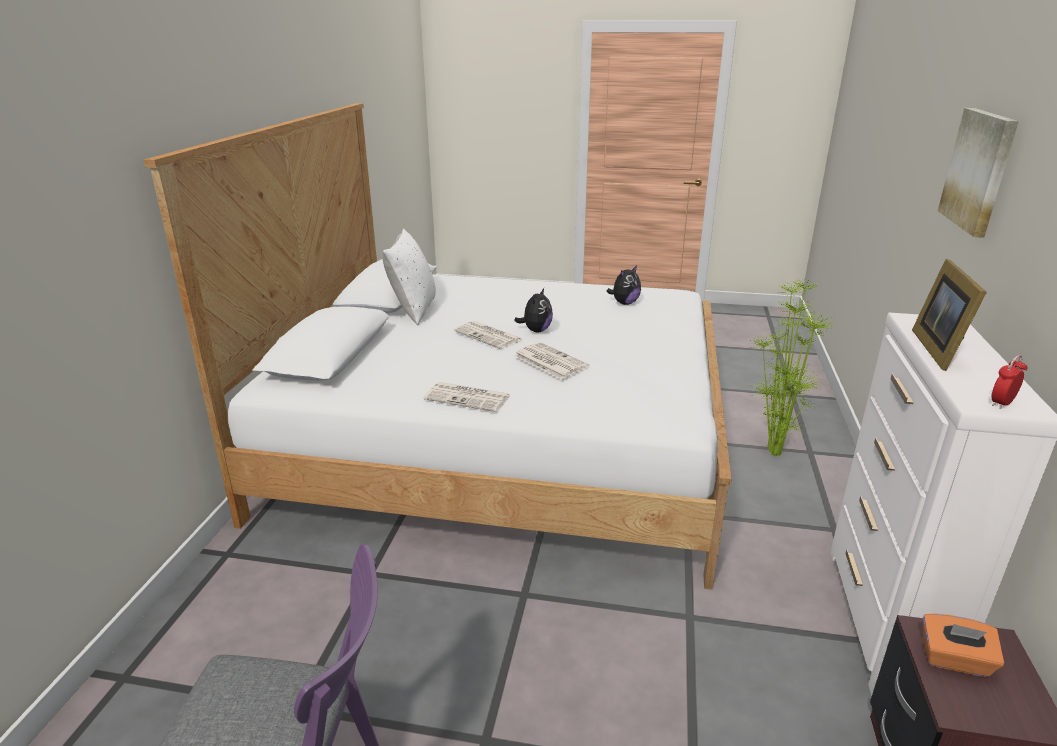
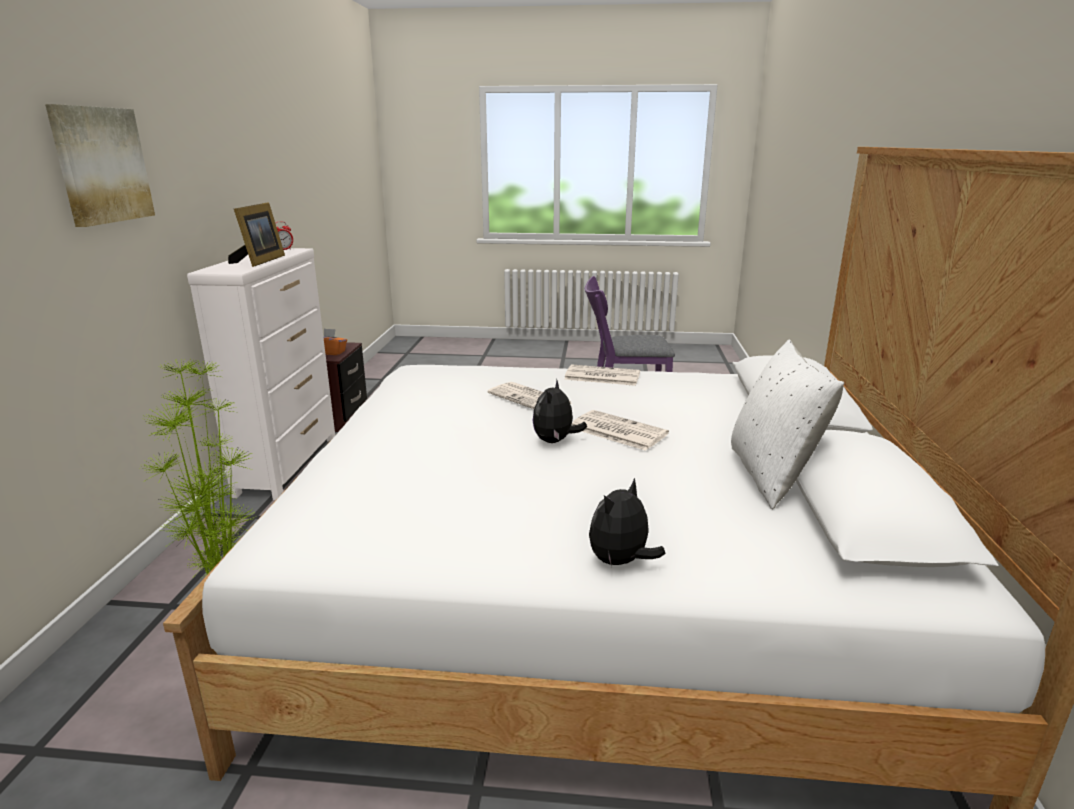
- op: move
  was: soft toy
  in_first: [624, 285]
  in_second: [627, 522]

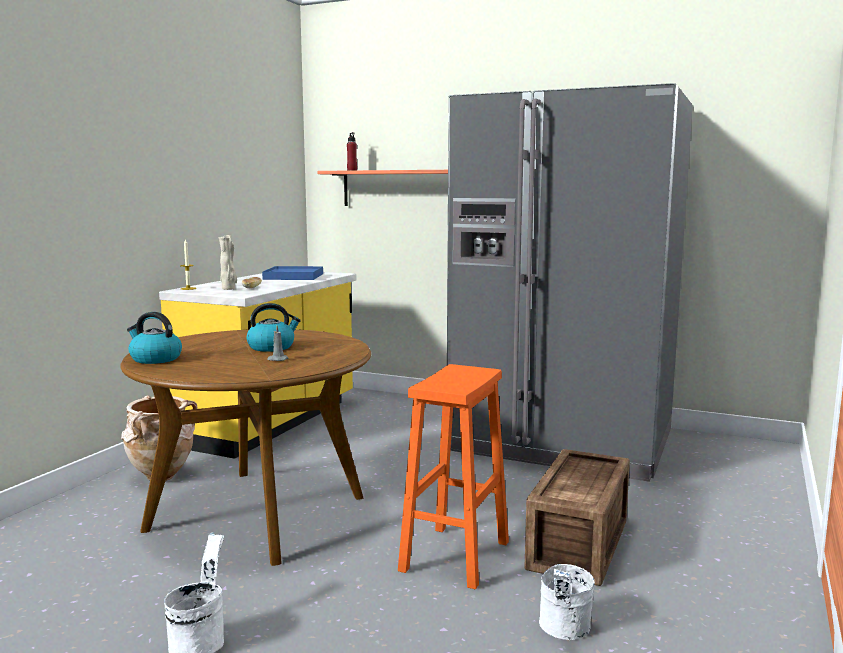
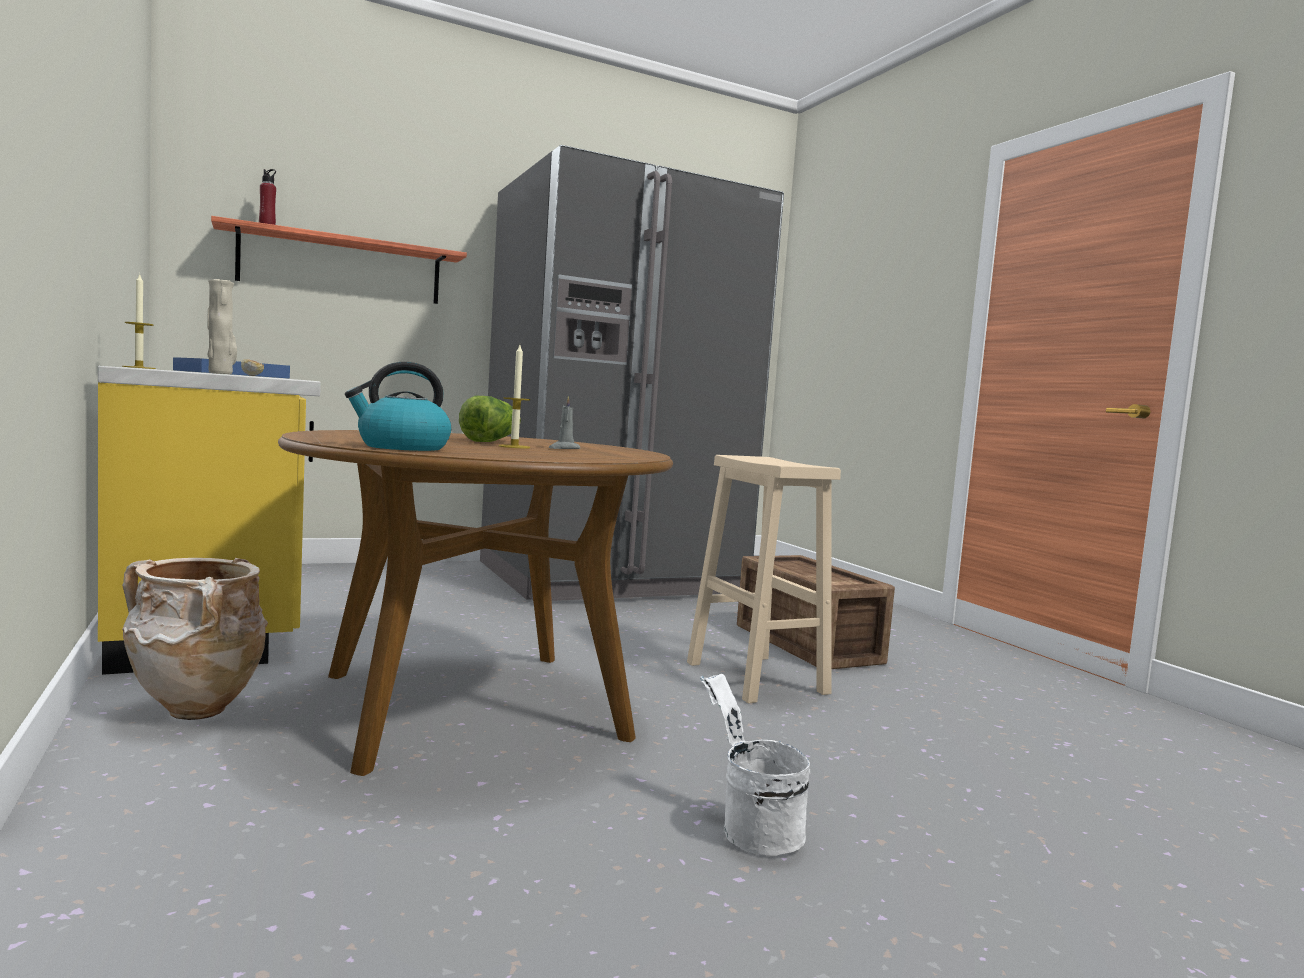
- op: replace
  was: kettle
  now: lettuce
  in_first: [274, 327]
  in_second: [490, 419]
- op: recolor
  was: orangey stool
  now: beige stool
  in_first: [453, 477]
  in_second: [764, 579]
- op: delete
  was: whitish bucket
  in_first: [567, 602]
- op: insert
  now: wax candle
  in_second: [514, 396]

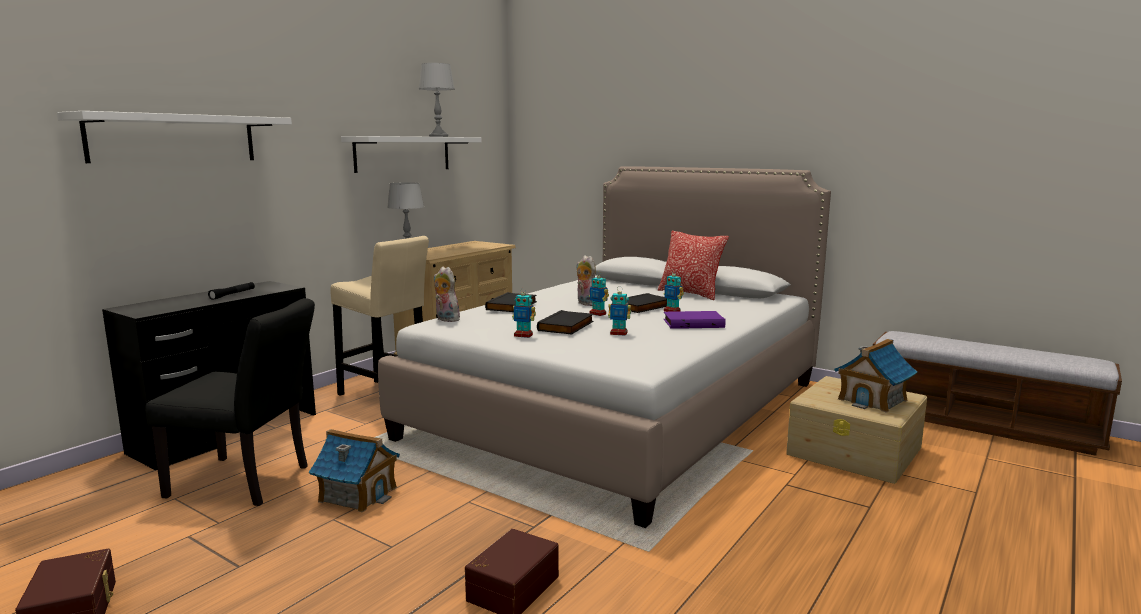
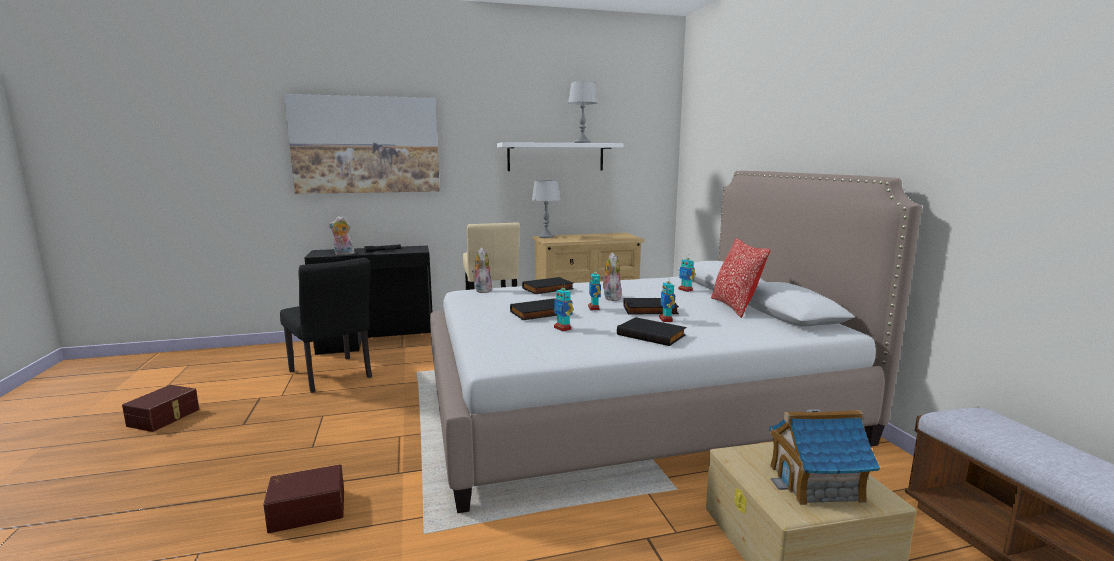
- op: replace
  was: whitish wall shelf
  now: wall picture
  in_first: [174, 137]
  in_second: [362, 144]
- op: delete
  was: miniature house
  in_first: [354, 471]
- op: move
  was: robot figure
  in_first: [524, 313]
  in_second: [687, 273]
- op: recolor
  was: purplish volume
  now: black volume
  in_first: [695, 320]
  in_second: [651, 331]
- op: insert
  now: soft toy
  in_second: [342, 235]

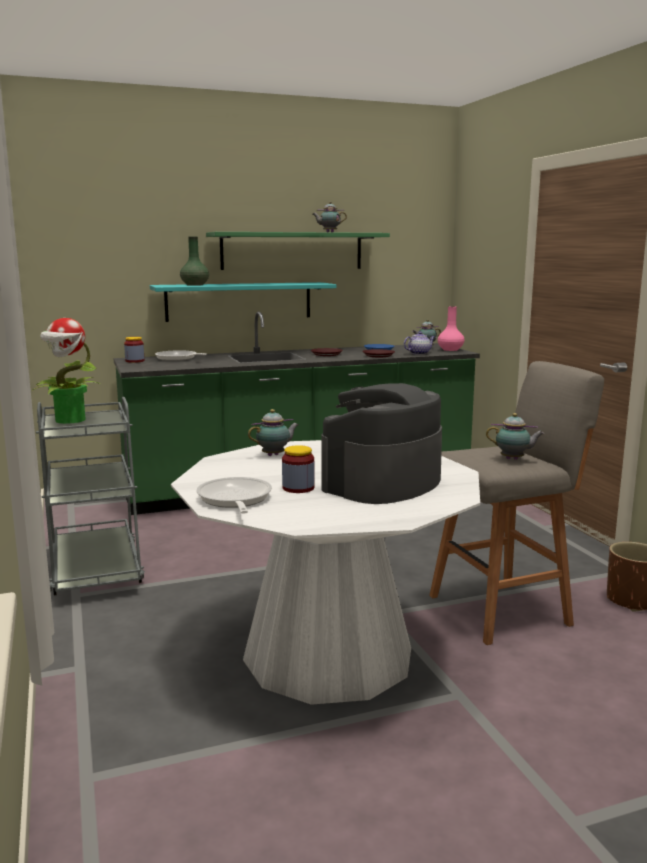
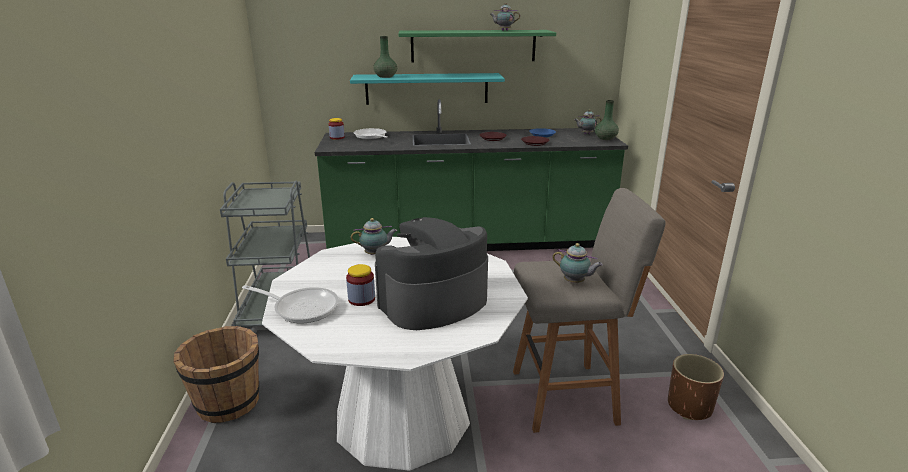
- op: delete
  was: plant in a pot
  in_first: [66, 371]
- op: rotate
  was: pan
  in_first: [234, 495]
  in_second: [290, 304]
  clockwise: 105
- op: delete
  was: pot for tea
  in_first: [419, 343]
- op: recolor
  was: pink-coloured decorative vase
  now: green decorative vase
  in_first: [451, 328]
  in_second: [607, 120]
- op: insert
  now: brownish bucket
  in_second: [216, 374]

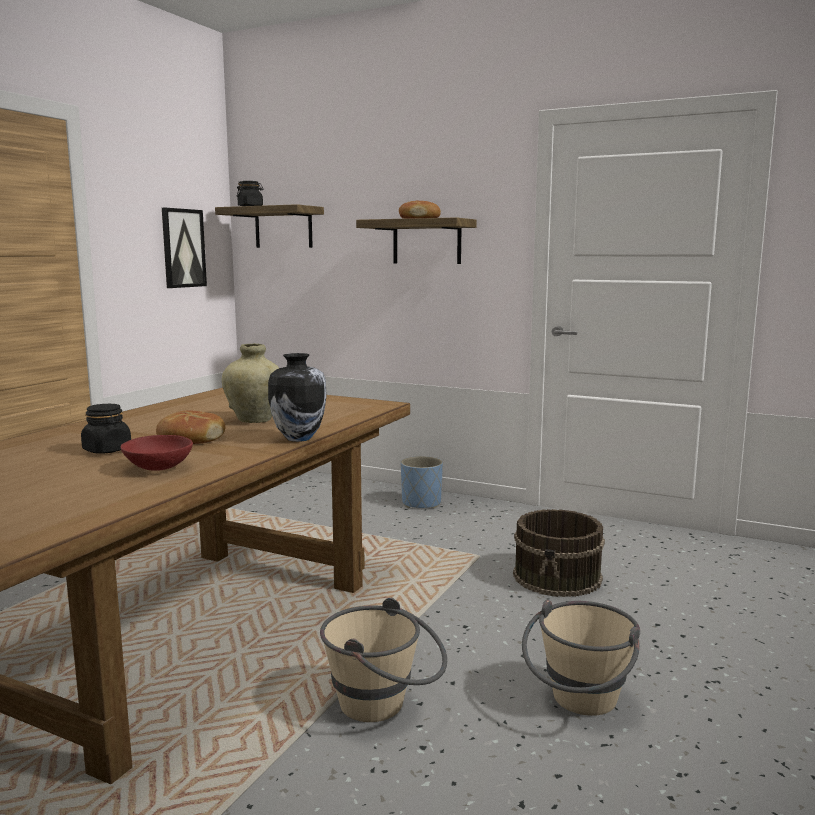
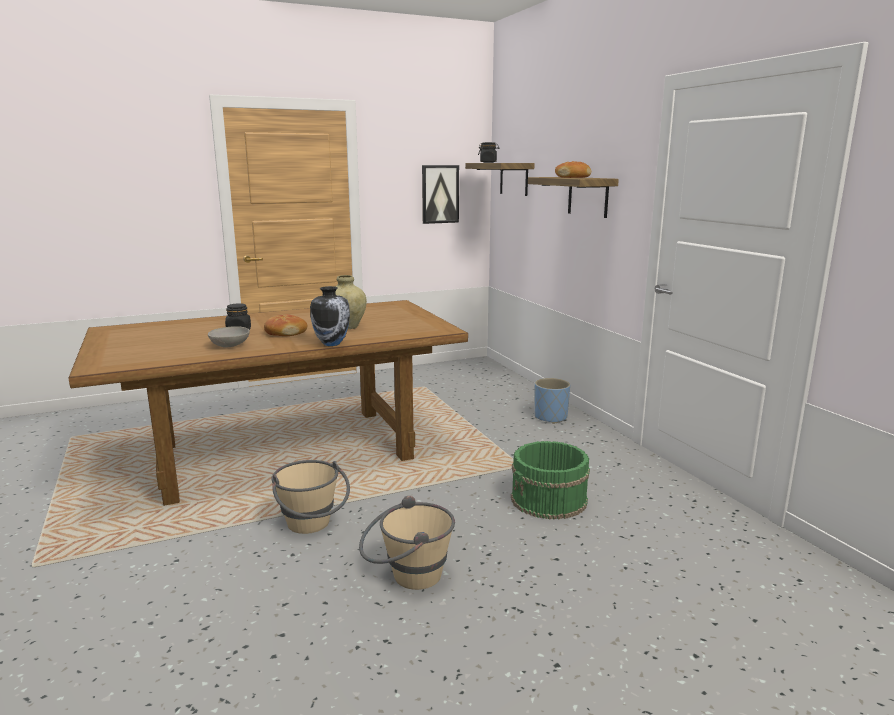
- op: recolor
  was: reddish bowl
  now: greyish bowl
  in_first: [156, 453]
  in_second: [229, 337]
- op: recolor
  was: brownish bucket
  now: green bucket
  in_first: [559, 553]
  in_second: [550, 480]

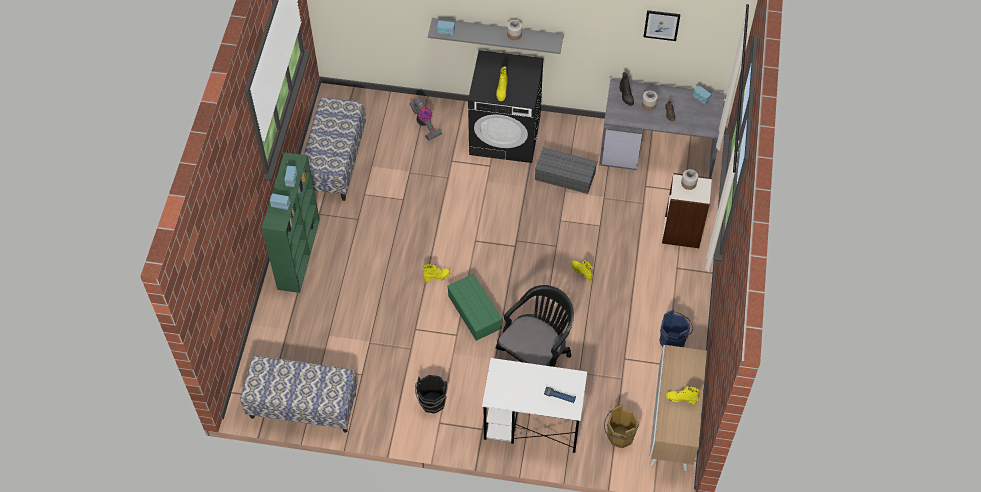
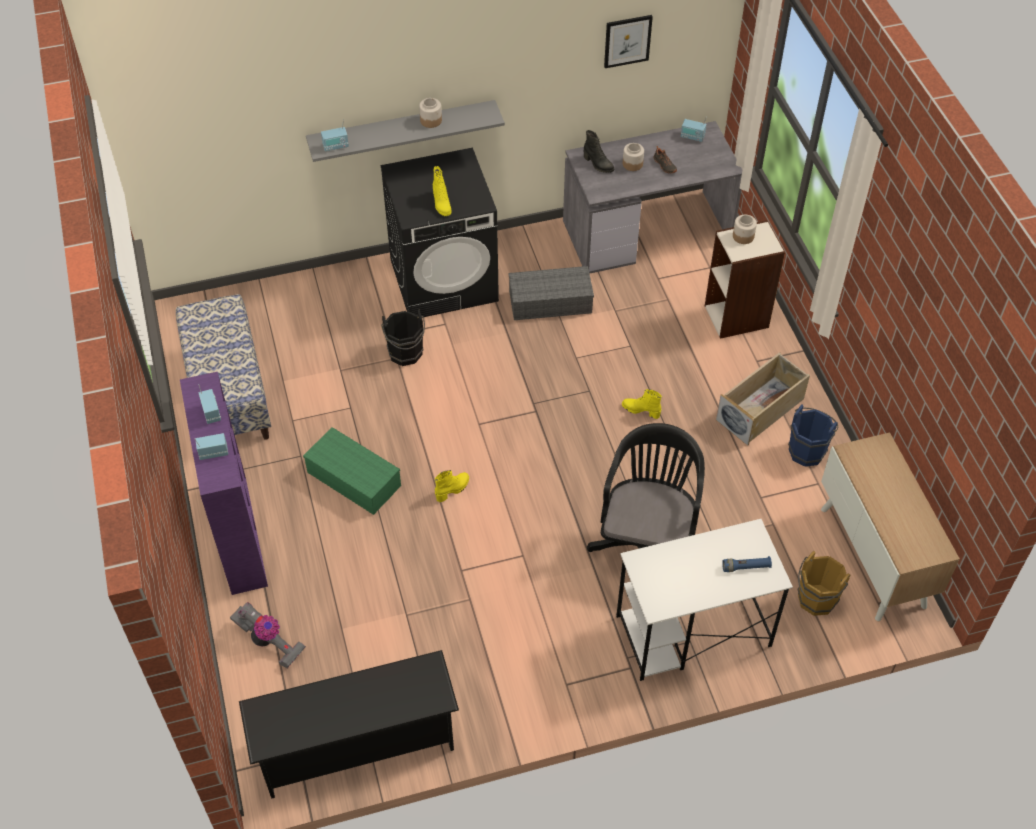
- op: replace
  was: long seat
  now: black shoe rack
  in_first: [298, 394]
  in_second: [349, 724]
- op: recolor
  was: green bookshelf
  now: purplish bookshelf
  in_first: [291, 222]
  in_second: [224, 483]
- op: move
  was: hoover
  in_first: [425, 119]
  in_second: [268, 635]
- op: move
  was: black bucket
  in_first: [431, 394]
  in_second: [403, 337]
- op: move
  was: green storage bin
  in_first: [475, 307]
  in_second: [352, 471]
- op: delete
  was: yellowish boot
  in_first: [683, 395]
- op: insert
  now: beige storage bin
  in_second: [763, 398]

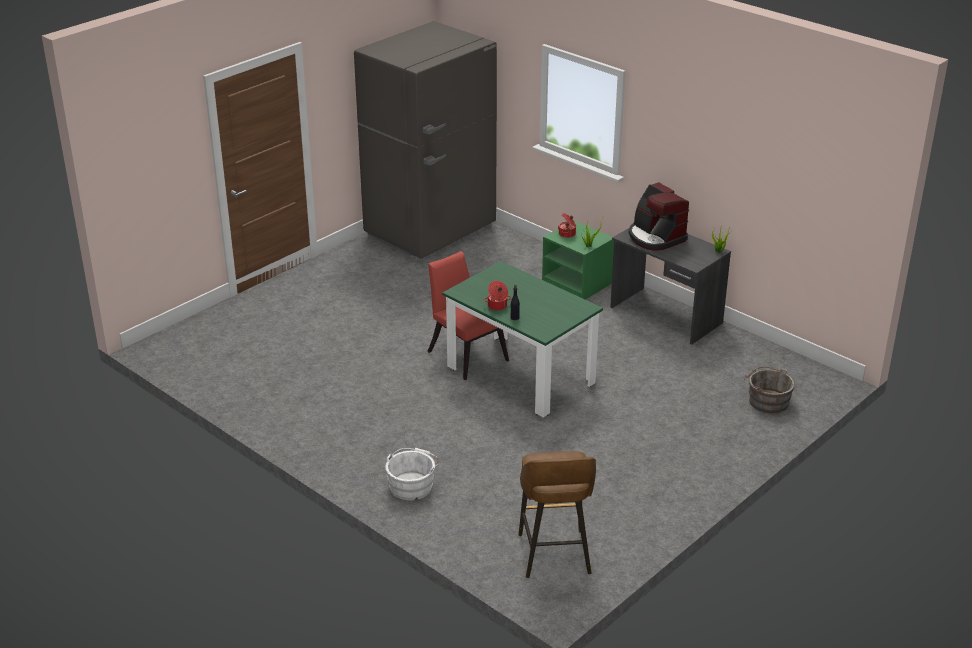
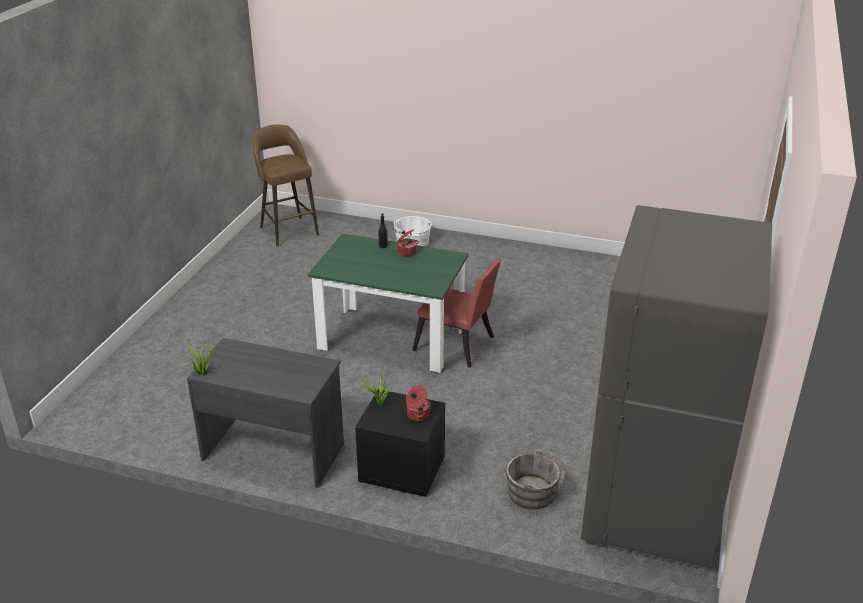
- op: recolor
  was: green nightstand
  now: black nightstand
  in_first: [578, 260]
  in_second: [400, 443]
- op: delete
  was: coffee machine
  in_first: [659, 216]
- op: move
  was: greyish bucket
  in_first: [769, 390]
  in_second: [536, 479]

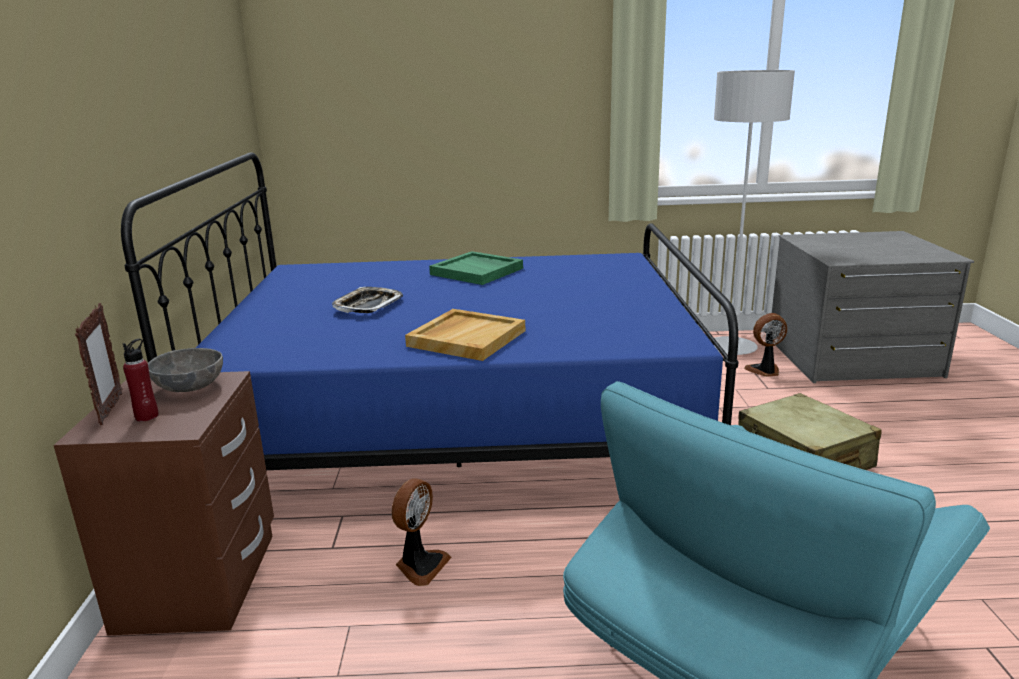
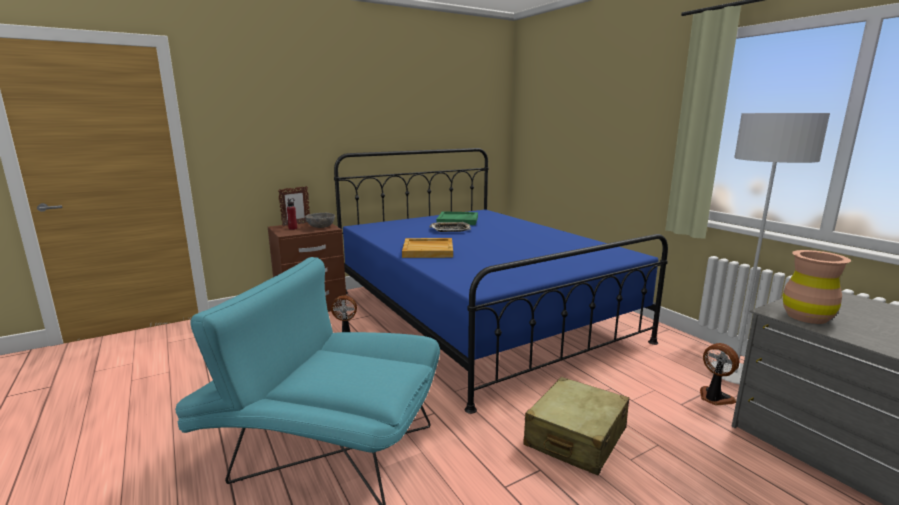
- op: move
  was: green tray
  in_first: [476, 268]
  in_second: [457, 218]
- op: insert
  now: brownish decorative vase
  in_second: [816, 287]

